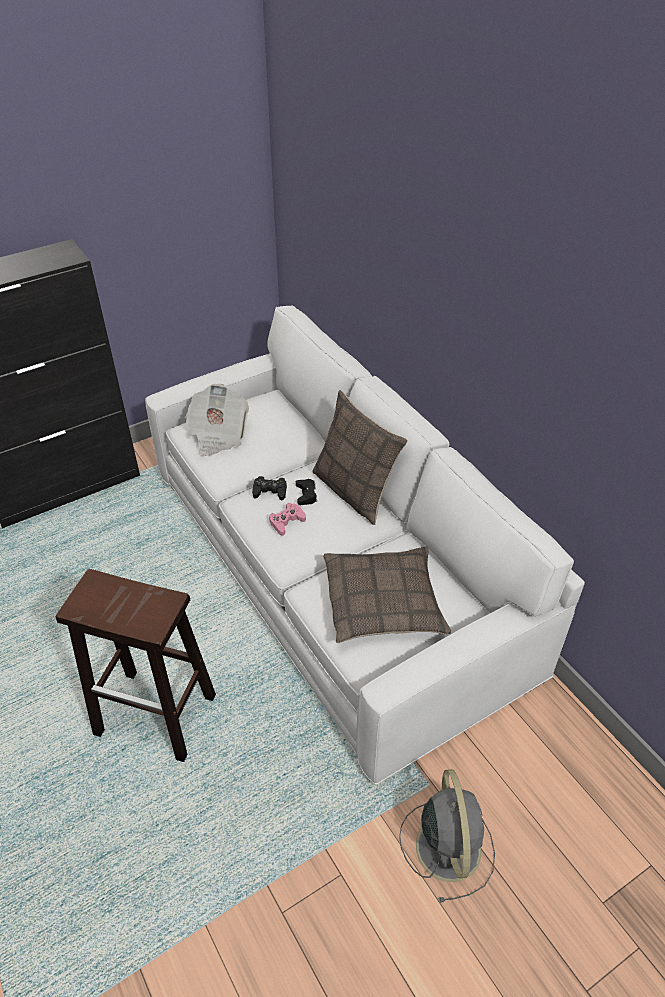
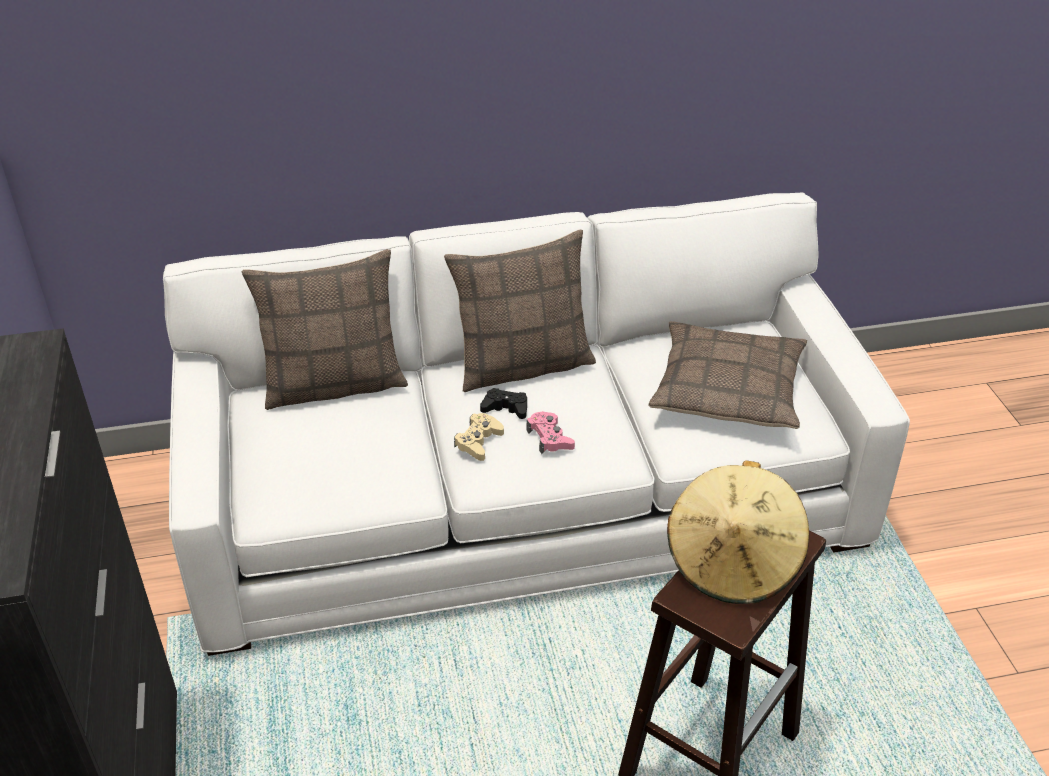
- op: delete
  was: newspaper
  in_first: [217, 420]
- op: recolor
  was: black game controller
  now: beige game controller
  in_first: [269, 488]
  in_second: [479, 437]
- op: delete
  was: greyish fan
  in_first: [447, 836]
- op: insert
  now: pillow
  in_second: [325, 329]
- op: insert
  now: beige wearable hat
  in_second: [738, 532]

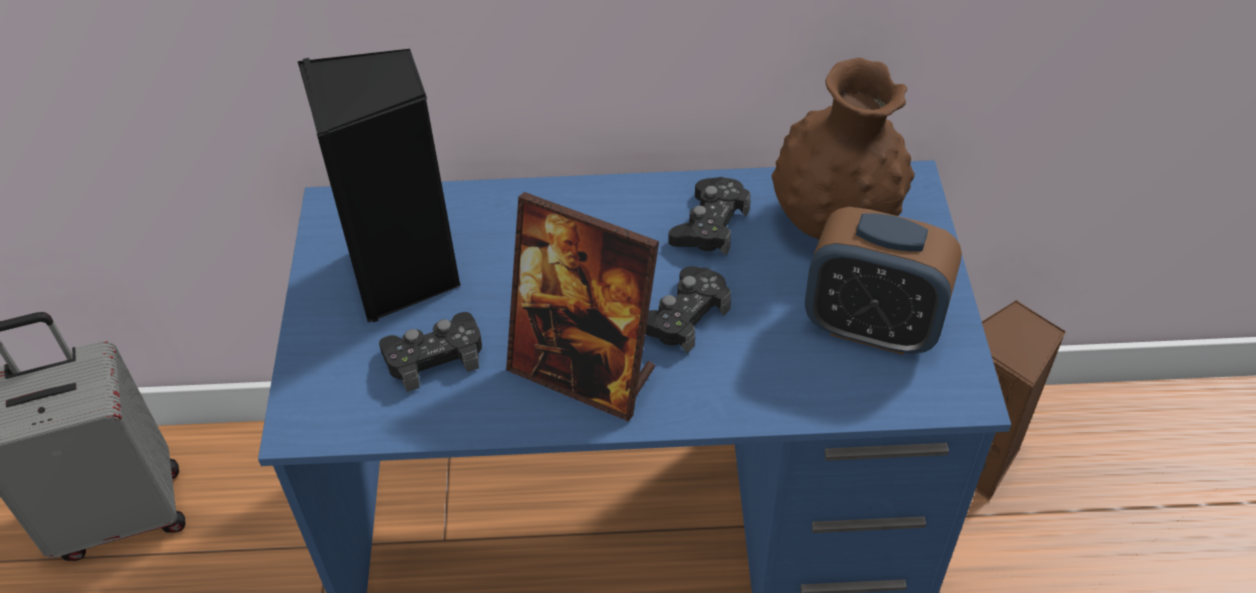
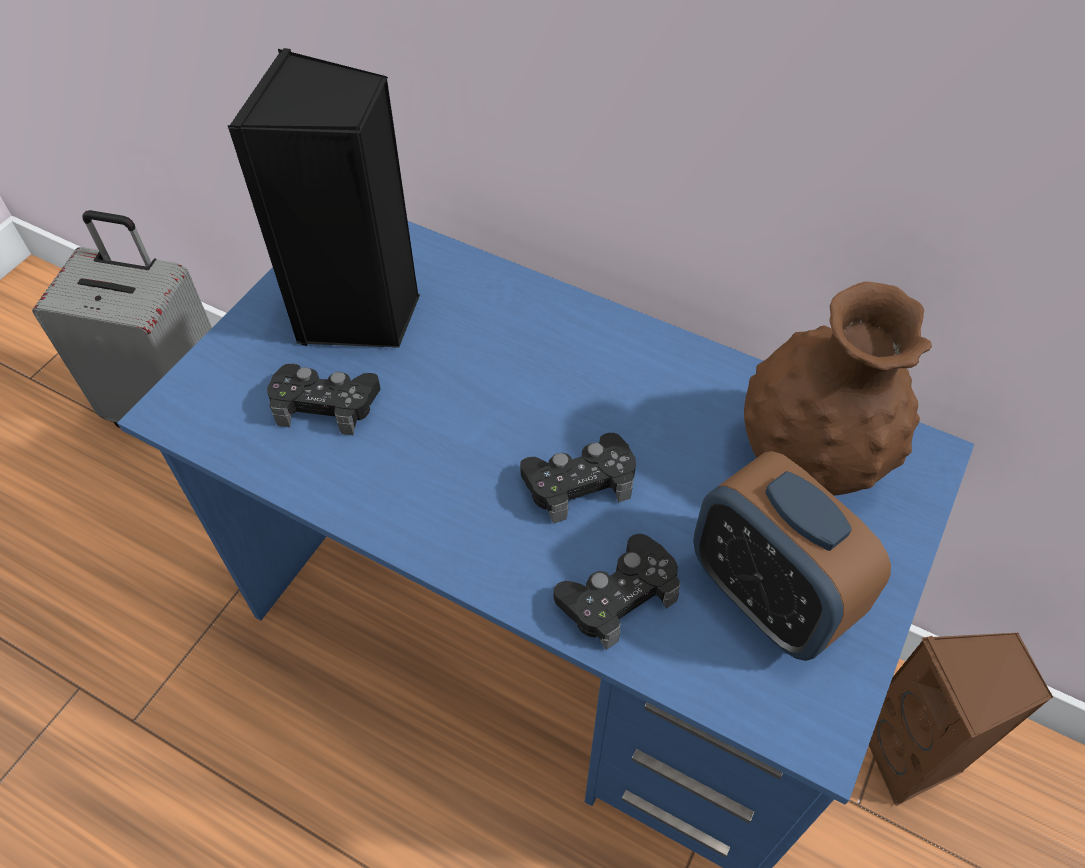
- op: delete
  was: photo frame
  in_first: [582, 307]
- op: move
  was: black game controller
  in_first: [709, 216]
  in_second: [617, 592]

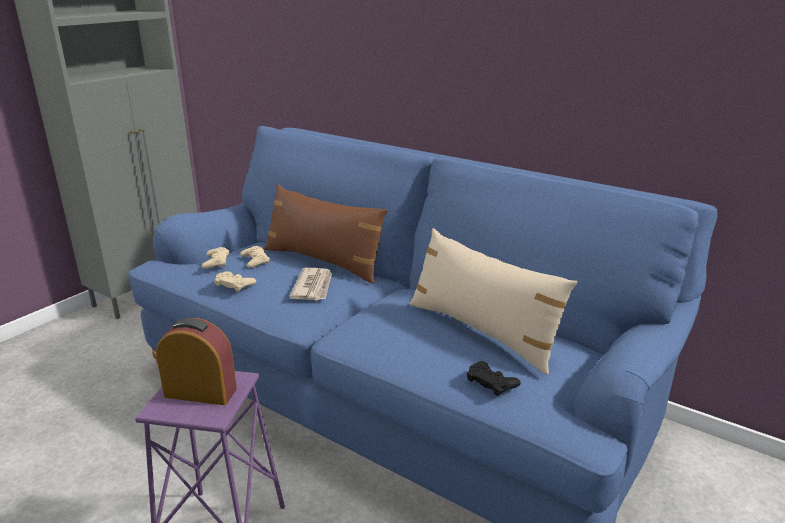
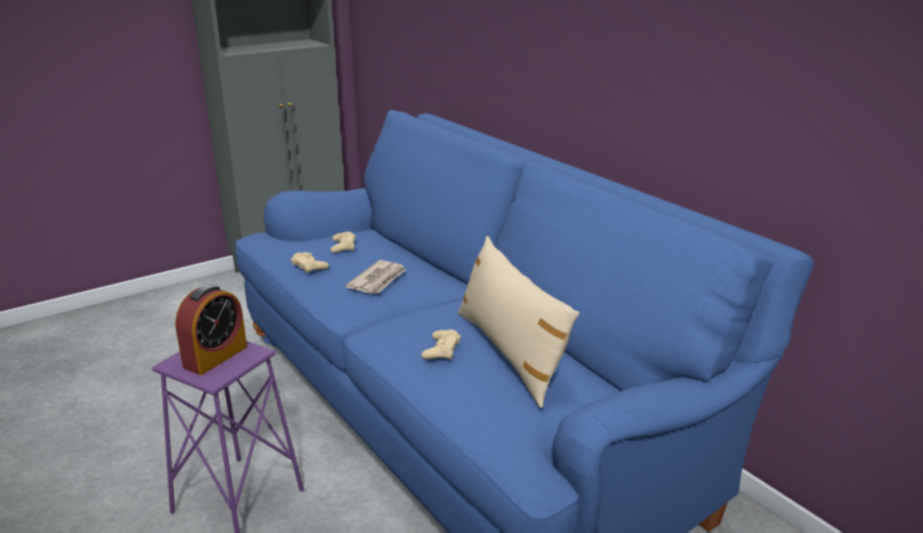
- op: rotate
  was: bedside clock
  in_first: [196, 361]
  in_second: [211, 330]
  clockwise: 90
- op: move
  was: beige game controller
  in_first: [215, 258]
  in_second: [441, 345]
- op: delete
  was: brownish pillow
  in_first: [326, 234]
- op: delete
  was: black game controller
  in_first: [494, 378]

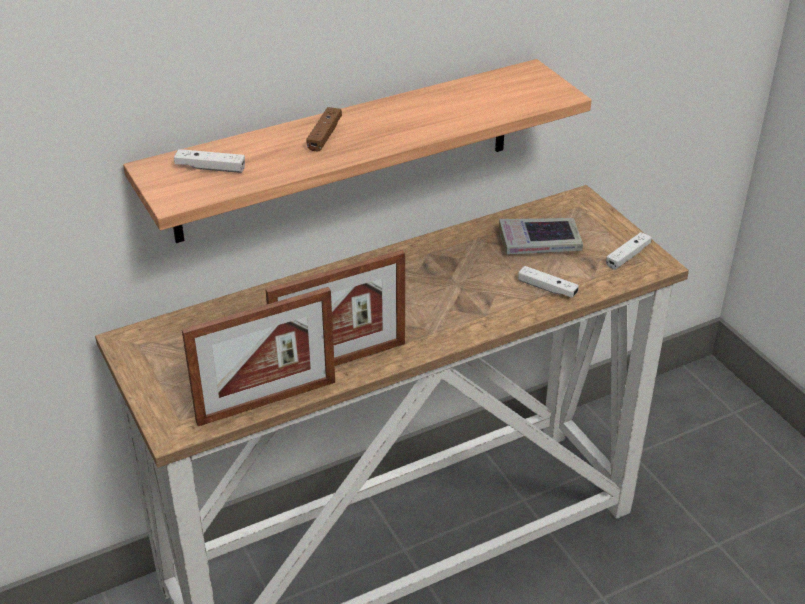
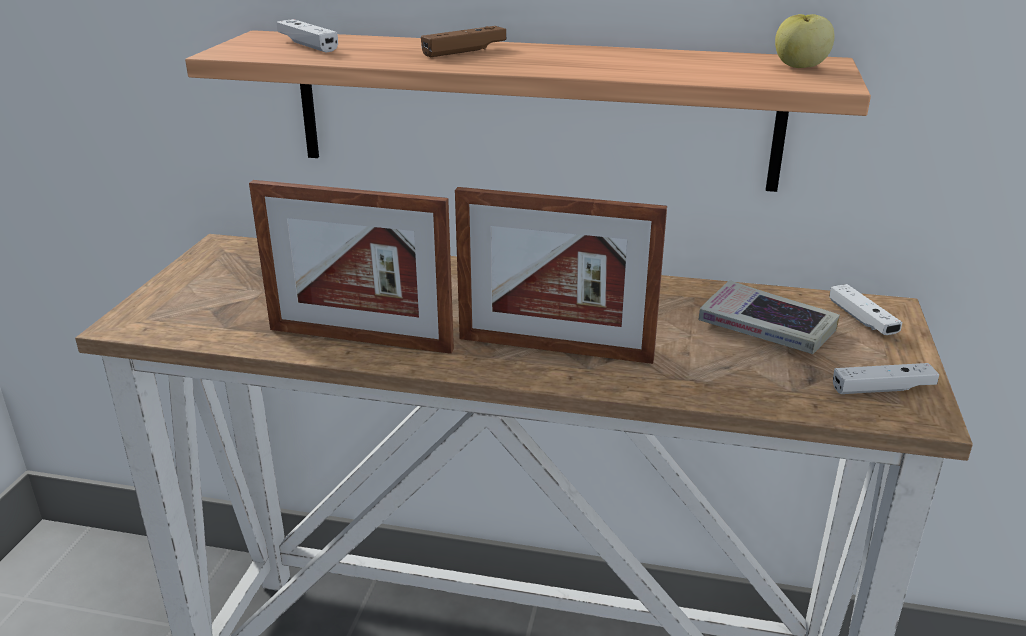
- op: move
  was: photo frame
  in_first: [258, 356]
  in_second: [561, 275]
- op: move
  was: whitish game controller
  in_first: [548, 282]
  in_second: [865, 309]
- op: insert
  now: apple fruit
  in_second: [805, 41]

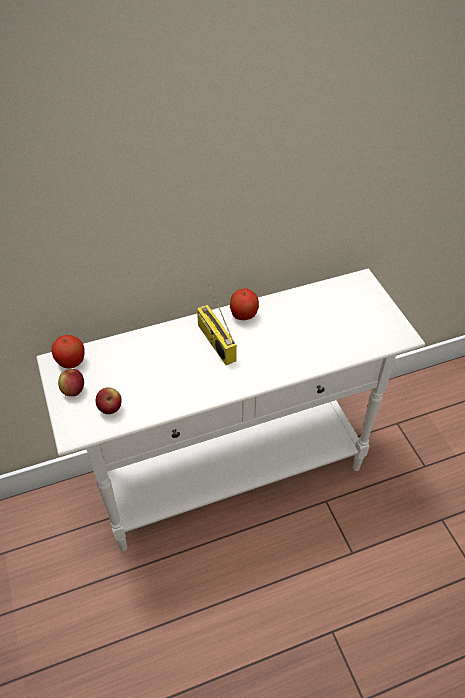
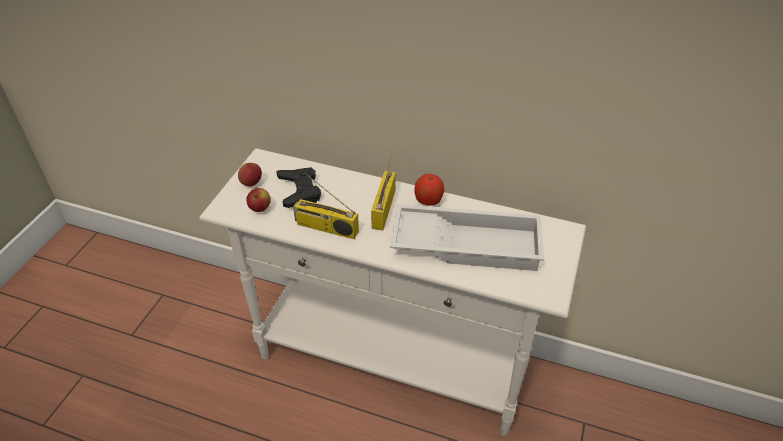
- op: delete
  was: apple fruit
  in_first: [68, 352]
- op: insert
  now: black game controller
  in_second: [298, 187]
- op: insert
  now: radio receiver
  in_second: [326, 206]
- op: insert
  now: whitish tray
  in_second: [467, 237]

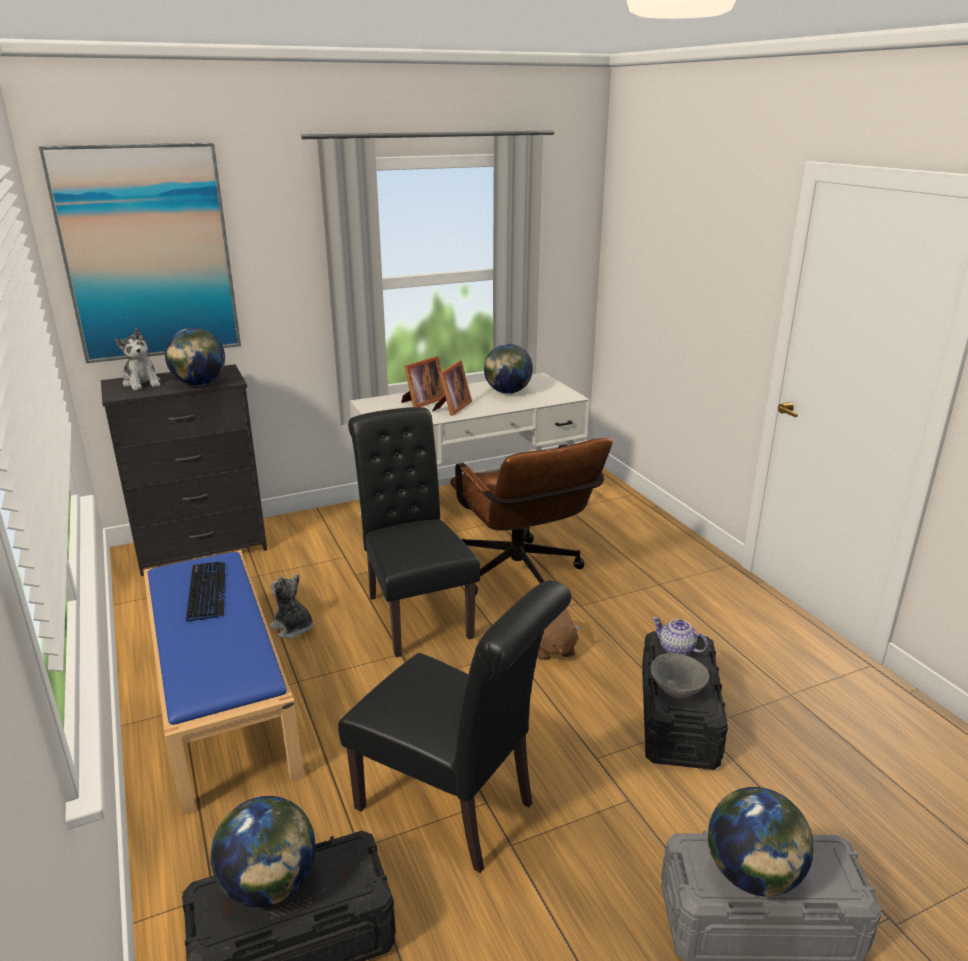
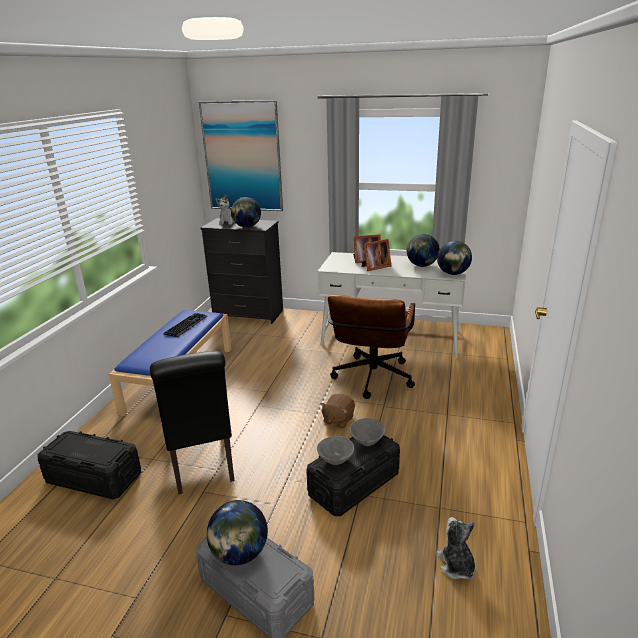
- op: move
  was: desk globe
  in_first: [263, 852]
  in_second: [454, 258]
- op: move
  was: soft toy
  in_first: [291, 606]
  in_second: [456, 548]
- op: delete
  was: black upright chair
  in_first: [414, 532]
- op: replace
  was: pot for tea
  now: greyish bowl
  in_first: [680, 636]
  in_second: [368, 432]

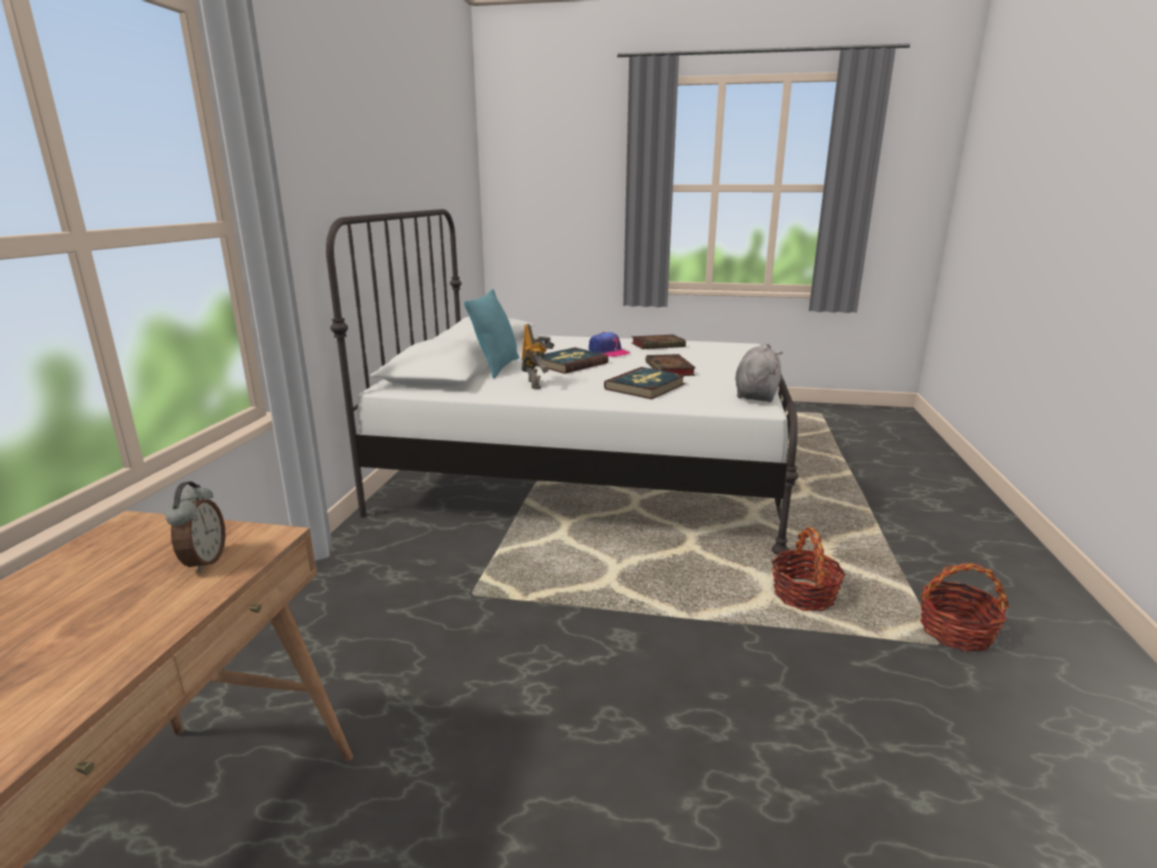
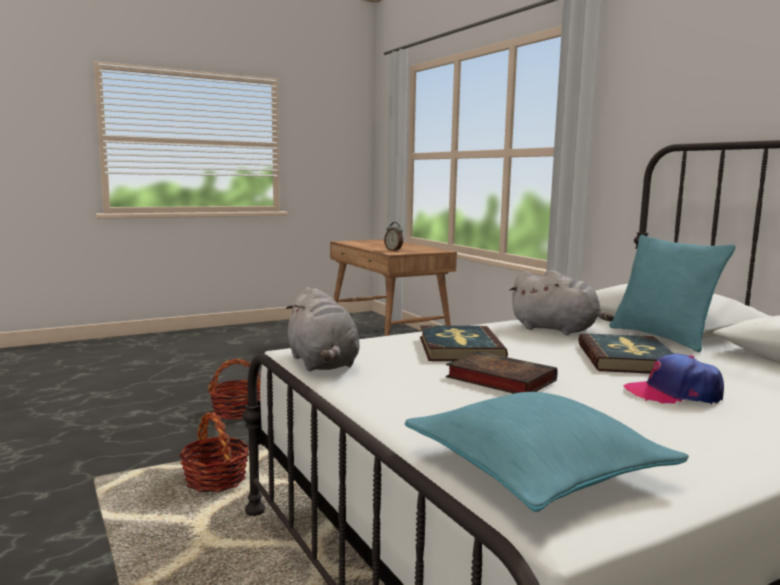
- op: replace
  was: robot figure
  now: greyish soft toy
  in_first: [537, 357]
  in_second: [561, 302]
- op: delete
  was: volume
  in_first: [659, 341]
- op: move
  was: basket
  in_first: [964, 607]
  in_second: [234, 389]
- op: insert
  now: turquoise-coloured pillow
  in_second: [546, 452]

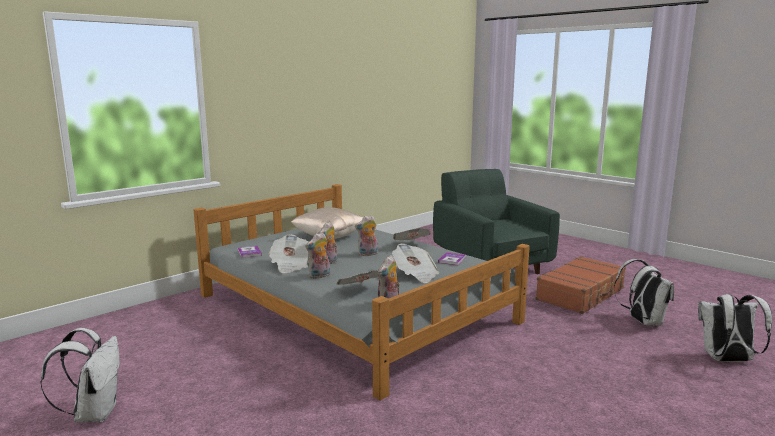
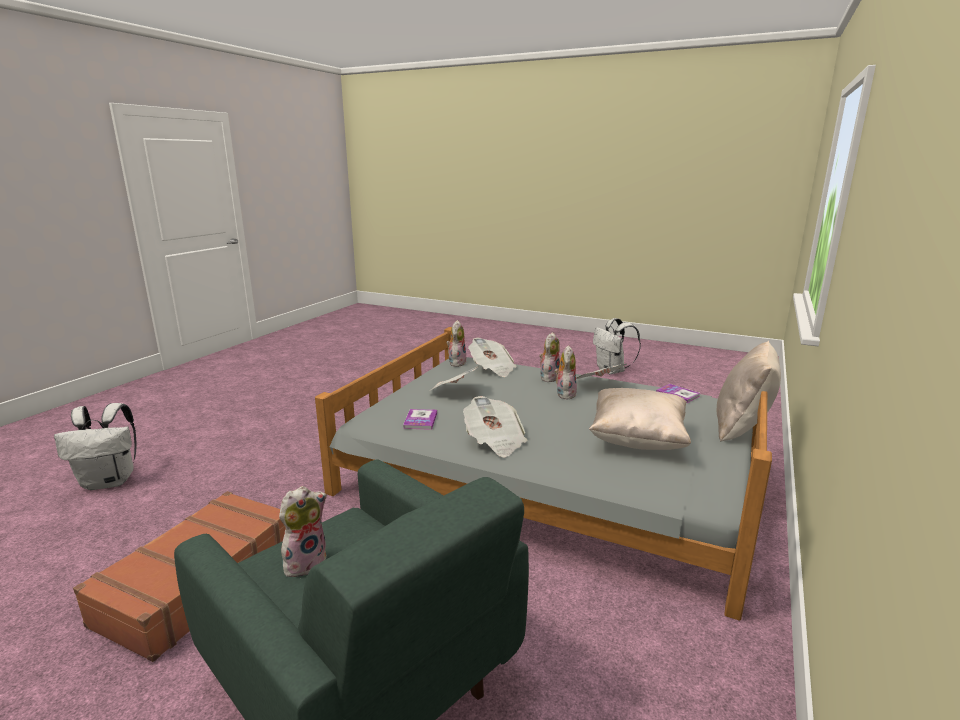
- op: move
  was: soft toy
  in_first: [366, 235]
  in_second: [303, 533]
- op: delete
  was: whitish knapsack
  in_first: [644, 292]
- op: insert
  now: beige pillow
  in_second: [748, 391]

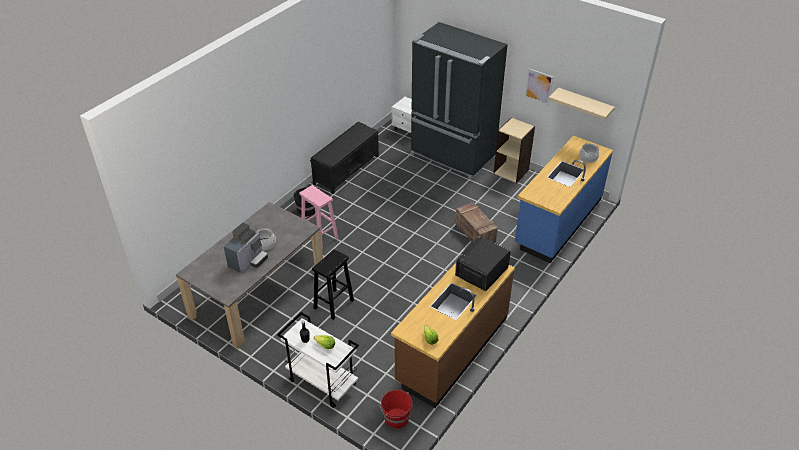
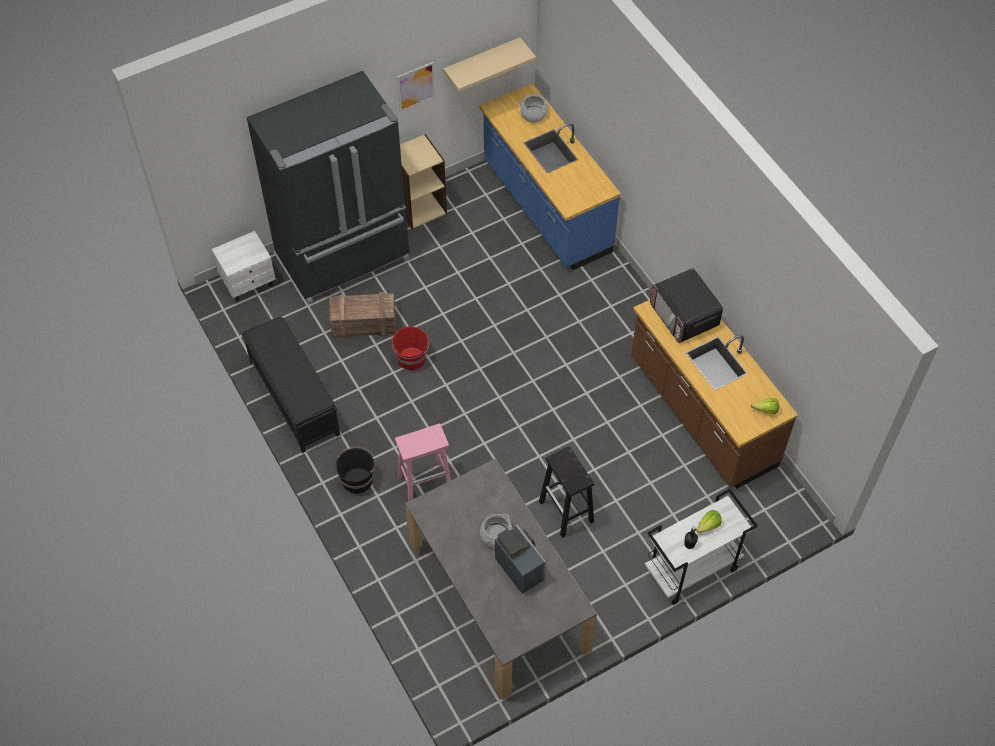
- op: move
  was: reddish bucket
  in_first: [396, 409]
  in_second: [411, 348]
- op: move
  was: packing crate
  in_first: [476, 223]
  in_second: [363, 315]

